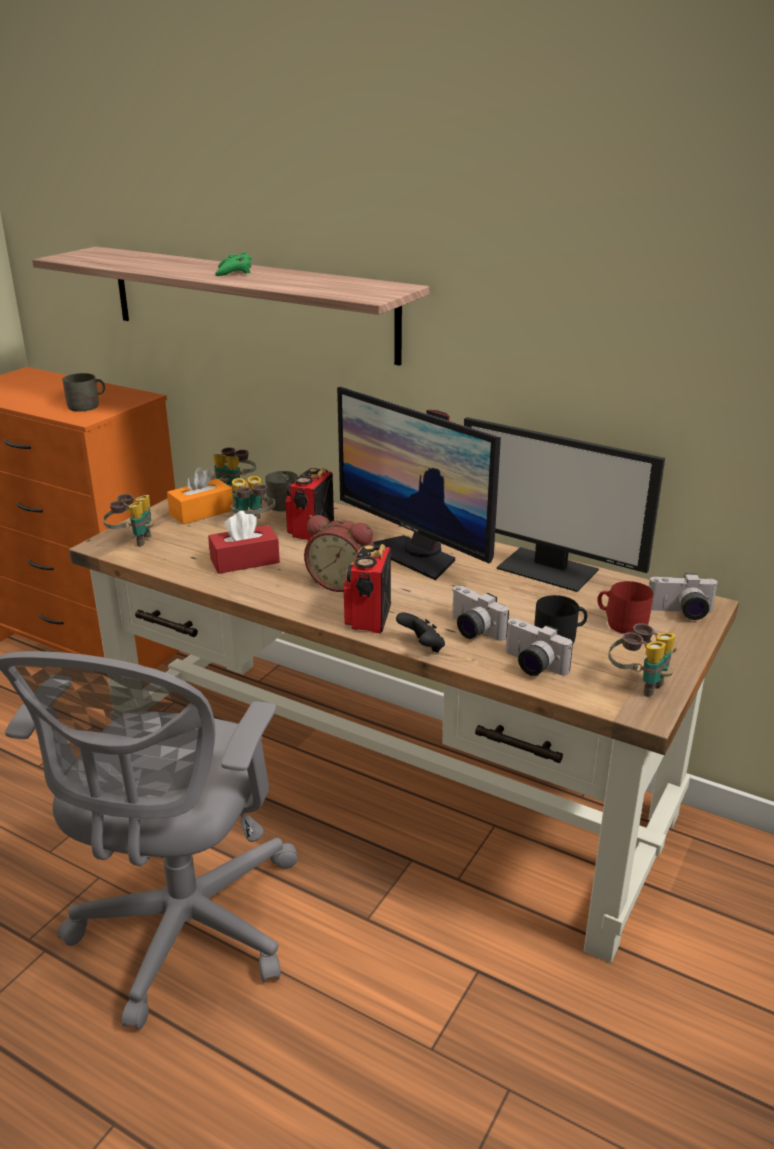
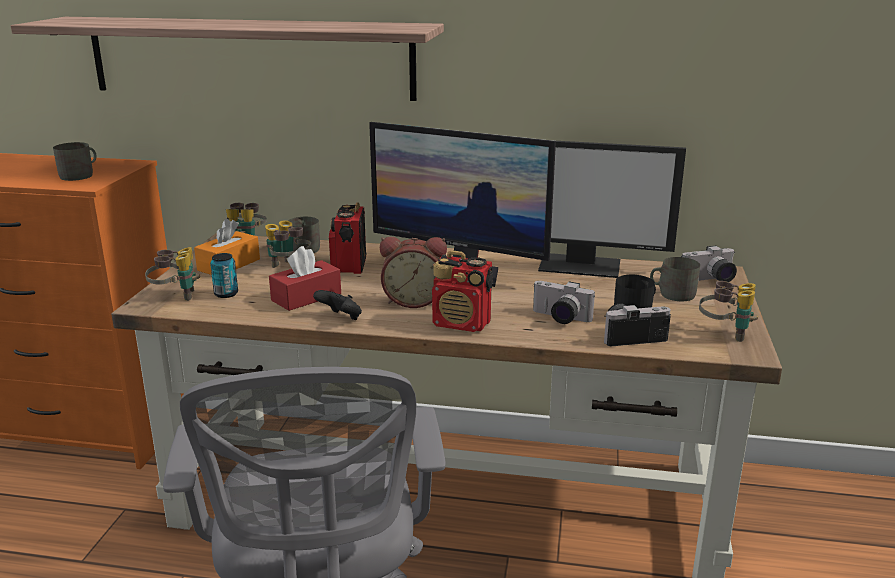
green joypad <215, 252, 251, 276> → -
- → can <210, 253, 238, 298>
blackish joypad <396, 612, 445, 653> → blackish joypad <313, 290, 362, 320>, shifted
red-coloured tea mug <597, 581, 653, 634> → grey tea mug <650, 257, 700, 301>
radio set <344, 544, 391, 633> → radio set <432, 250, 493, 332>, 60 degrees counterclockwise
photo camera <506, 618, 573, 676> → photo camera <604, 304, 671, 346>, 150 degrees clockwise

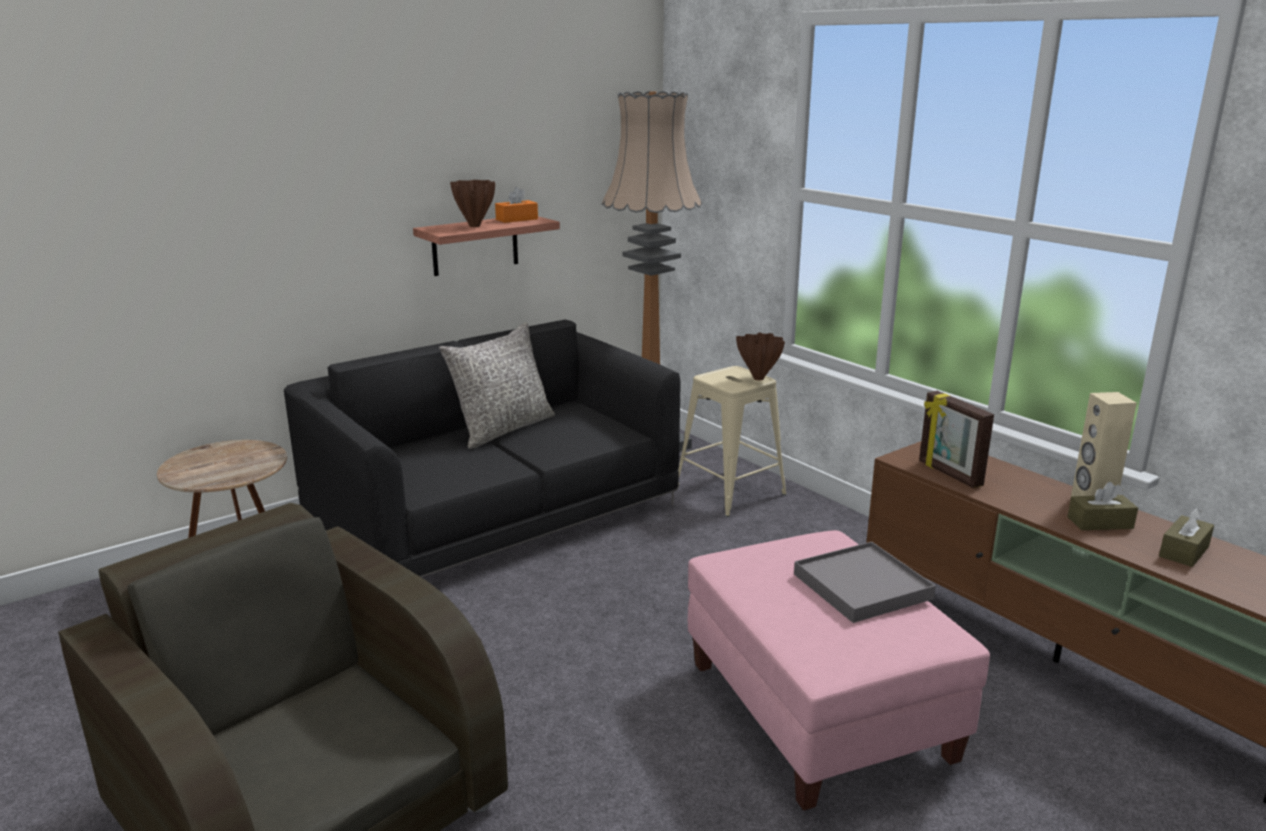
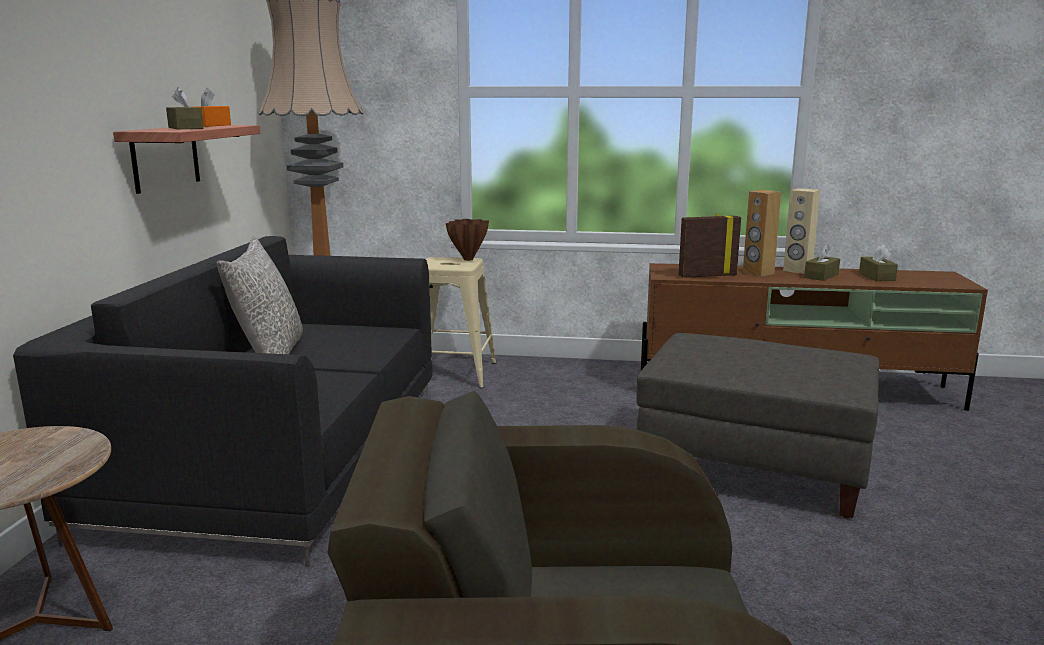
grey carrying tray <794, 542, 936, 623> → -
- → brown speaker <743, 190, 781, 277>
brown flower vase <450, 180, 495, 227> → brown tissue box <166, 87, 203, 129>
pink footrest <688, 530, 990, 811> → grey footrest <636, 333, 879, 519>
picture frame <919, 391, 994, 488> → picture frame <678, 214, 741, 278>, 150 degrees clockwise

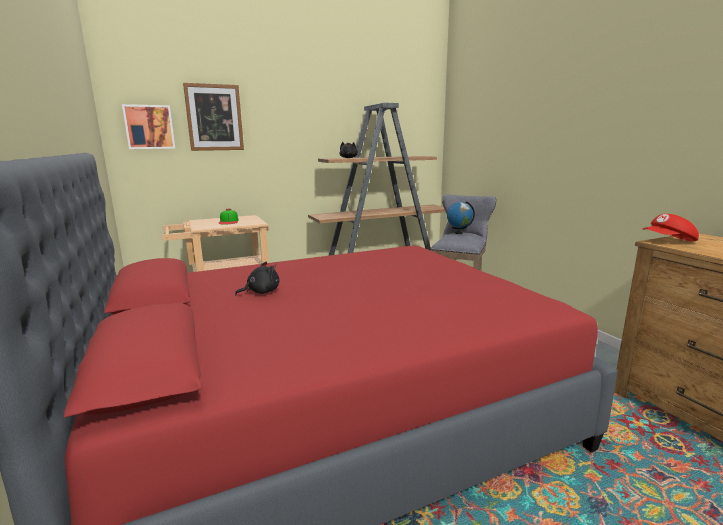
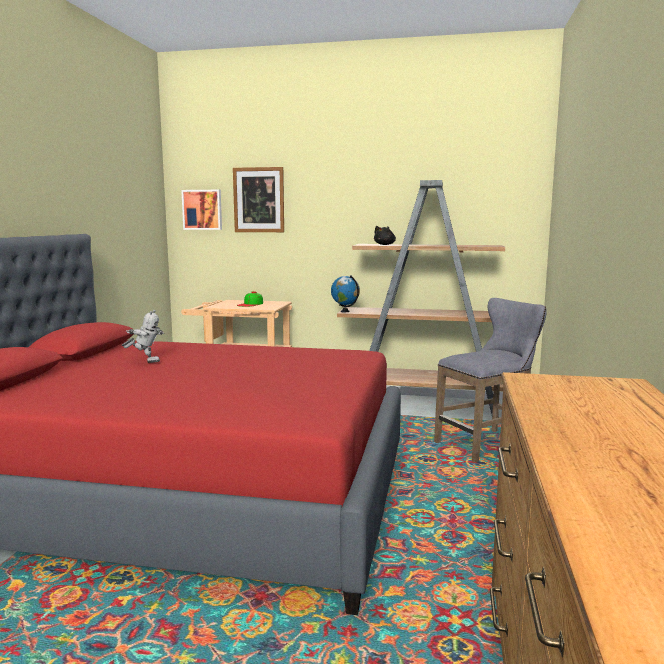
red-coloured peaked cap <642, 214, 699, 241> → -
world globe <447, 201, 475, 234> → world globe <331, 275, 360, 312>, shifted
blackish cuddly toy <235, 261, 279, 295> → model robot <122, 310, 164, 363>

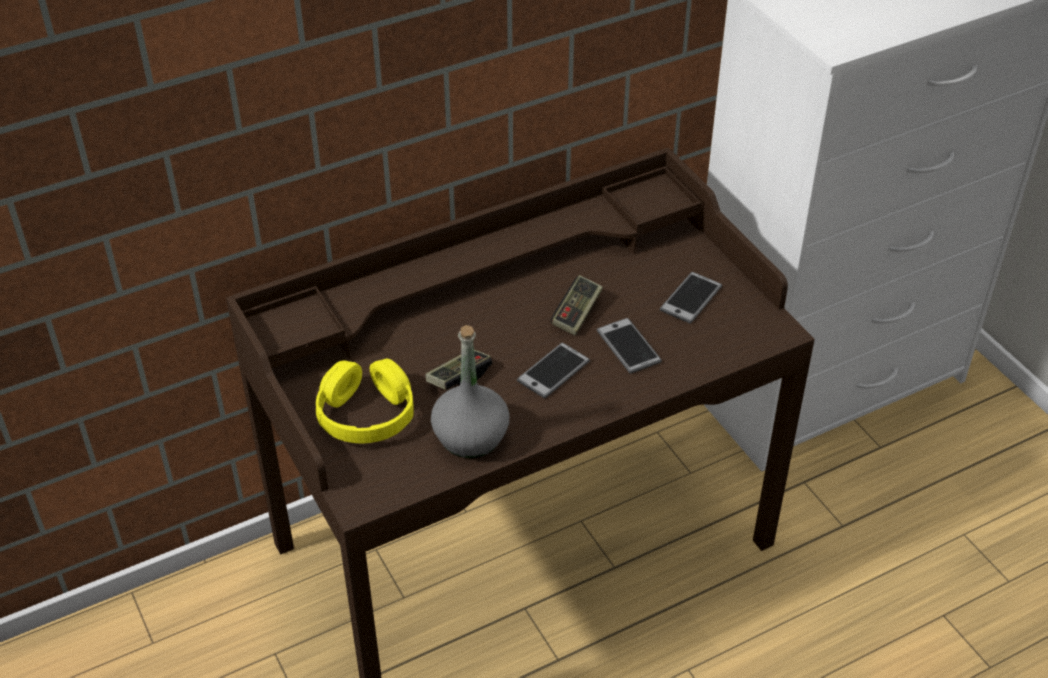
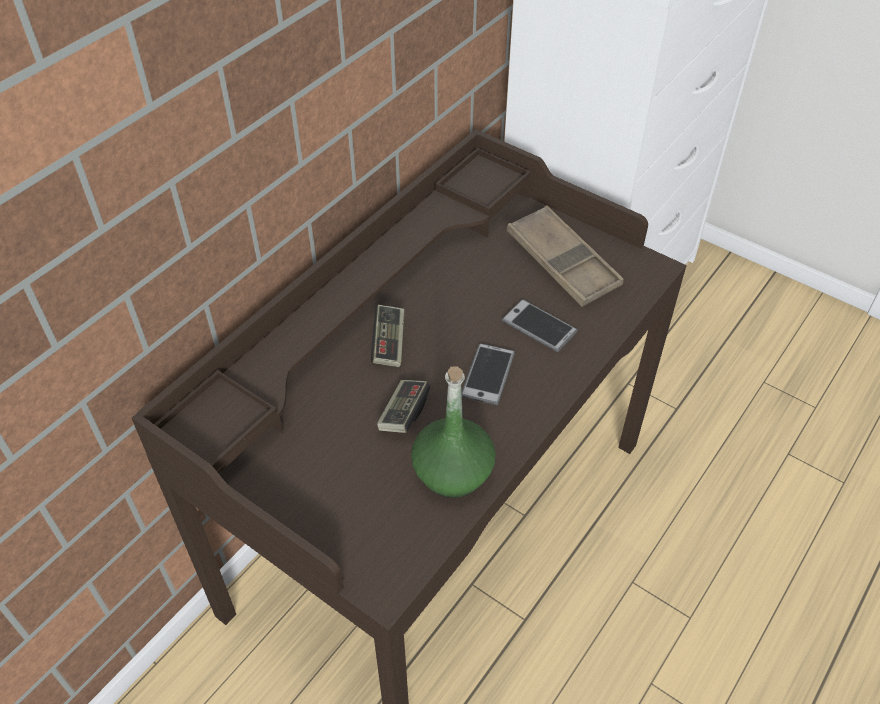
yellowish headphones <316, 359, 414, 443> → -
joypad <551, 275, 603, 336> → joypad <371, 305, 405, 367>, shifted
handset <660, 272, 722, 324> → brown carrying tray <507, 205, 624, 307>
grey drink bottle <431, 325, 510, 458> → green drink bottle <411, 366, 495, 498>

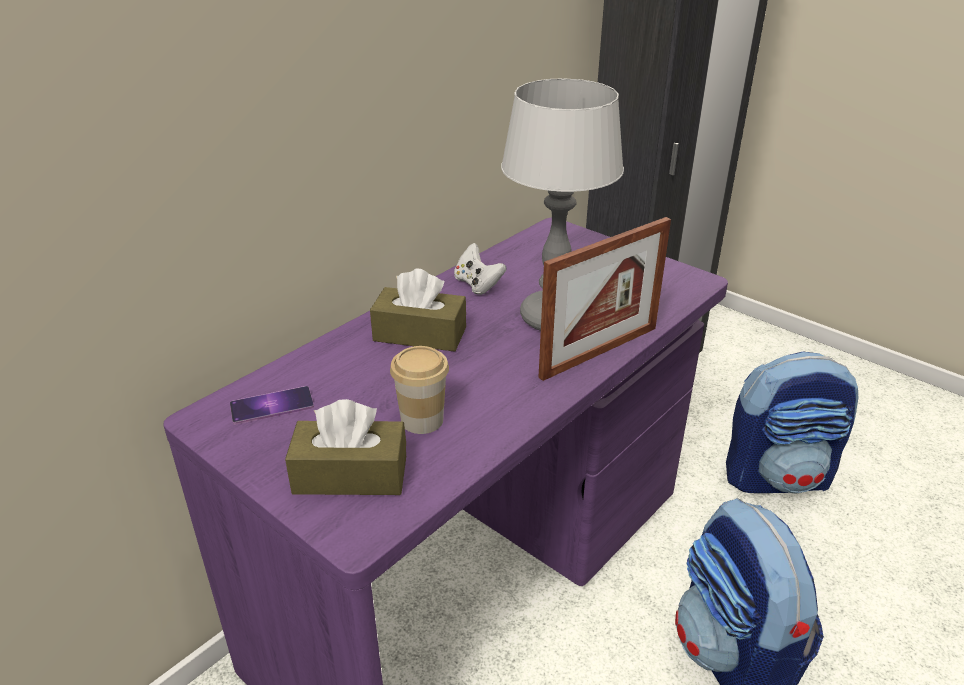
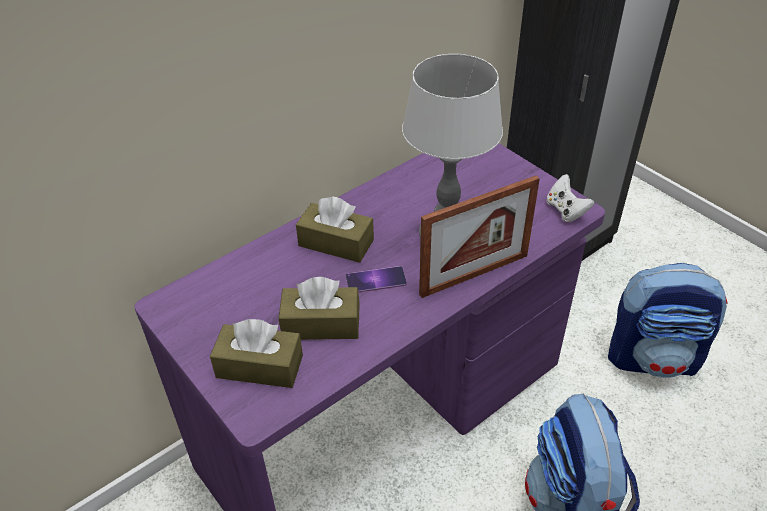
handset <230, 386, 314, 425> → handset <346, 266, 407, 293>, shifted
white-coloured joypad <454, 243, 506, 295> → white-coloured joypad <546, 174, 594, 222>, shifted
small cup <390, 346, 449, 434> → brown tissue box <279, 277, 360, 340>

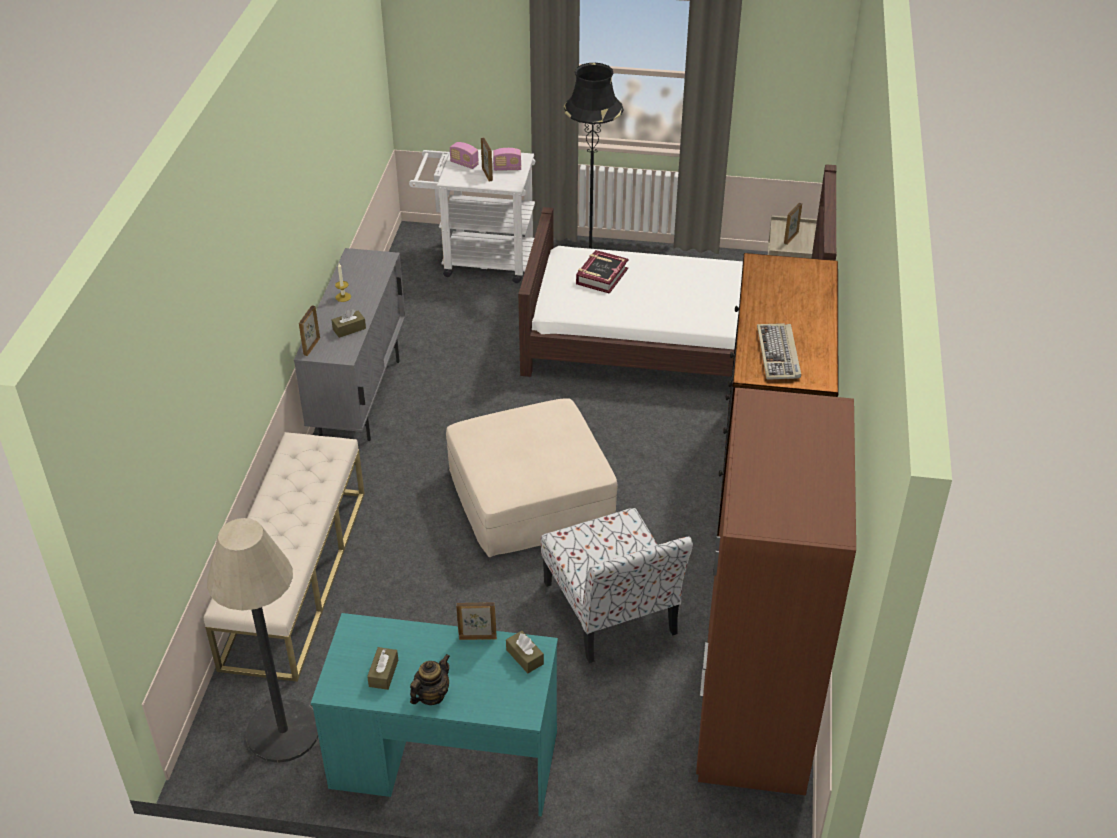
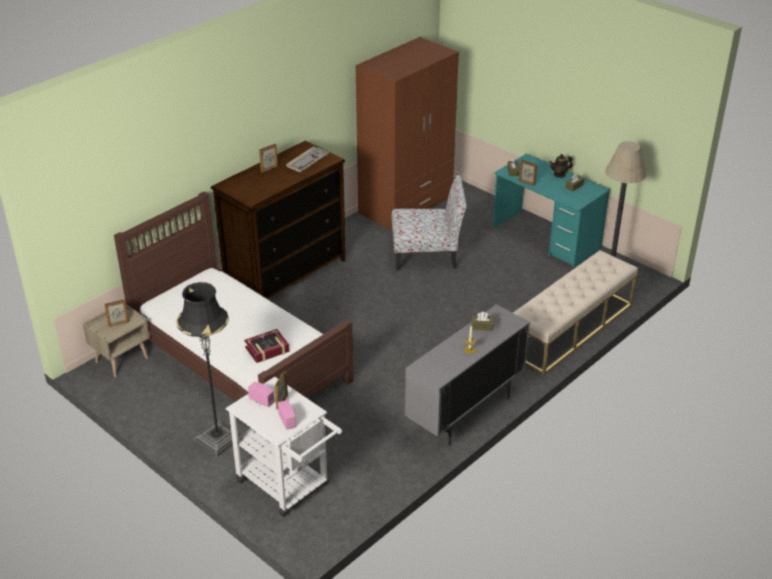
beige-coloured footrest <446, 398, 617, 557> → -
picture frame <299, 306, 320, 356> → picture frame <259, 144, 278, 173>, shifted
chair <541, 508, 693, 663> → chair <392, 175, 467, 270>, 75 degrees clockwise

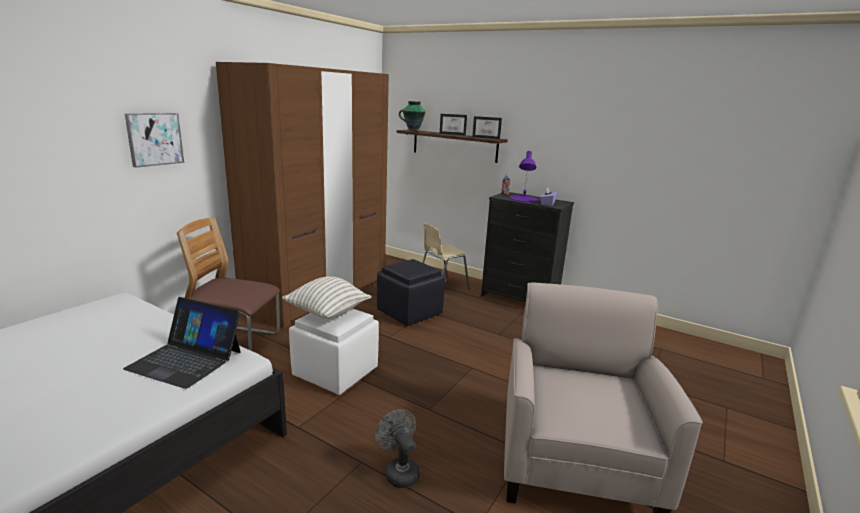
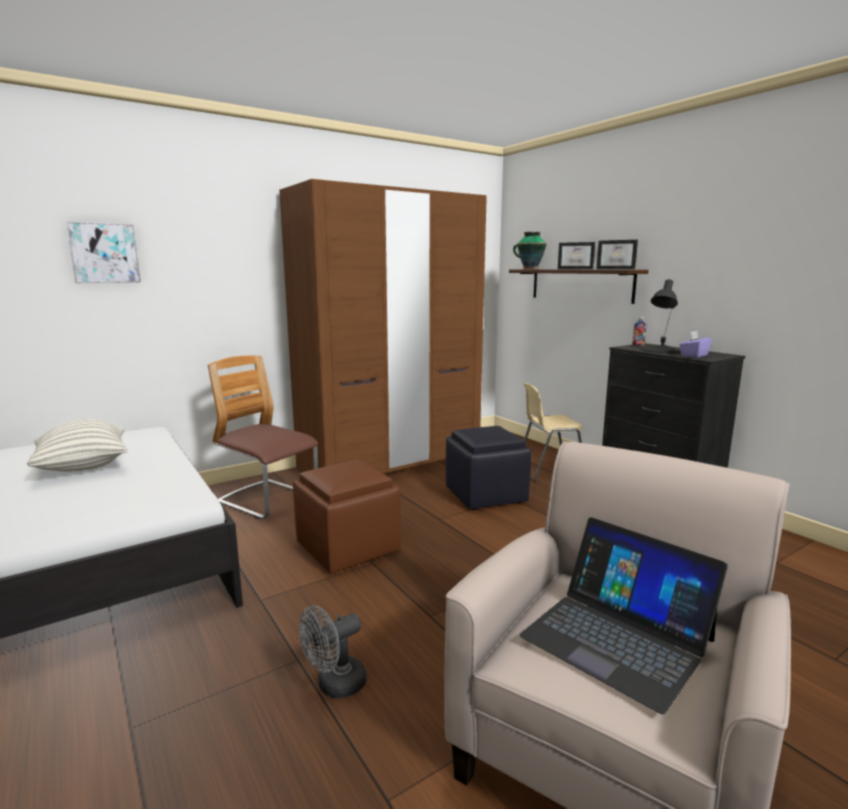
portable computer <123, 297, 241, 389> → portable computer <520, 517, 728, 714>, shifted
wall art <125, 113, 184, 167> → wall art <66, 222, 141, 283>, shifted
throw pillow <282, 276, 371, 319> → throw pillow <27, 419, 128, 471>, shifted
white-coloured footrest <289, 309, 379, 395> → brown footrest <293, 460, 401, 573>
purplish tabletop lamp <510, 151, 538, 202> → blackish tabletop lamp <640, 279, 681, 353>
grey fan <375, 409, 420, 488> → grey fan <299, 605, 367, 698>, 120 degrees counterclockwise

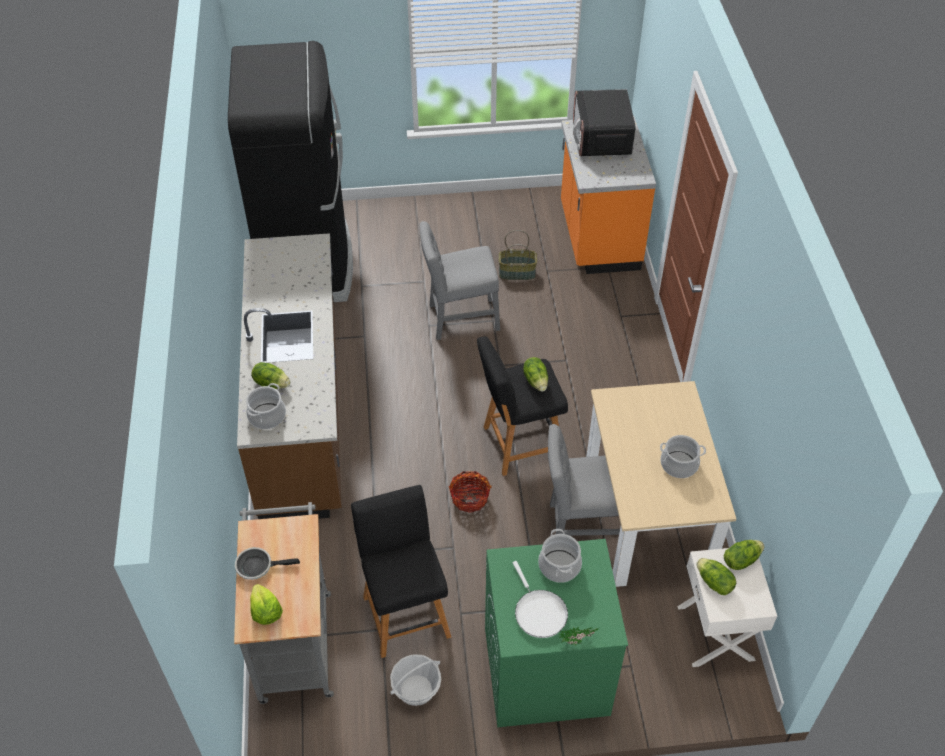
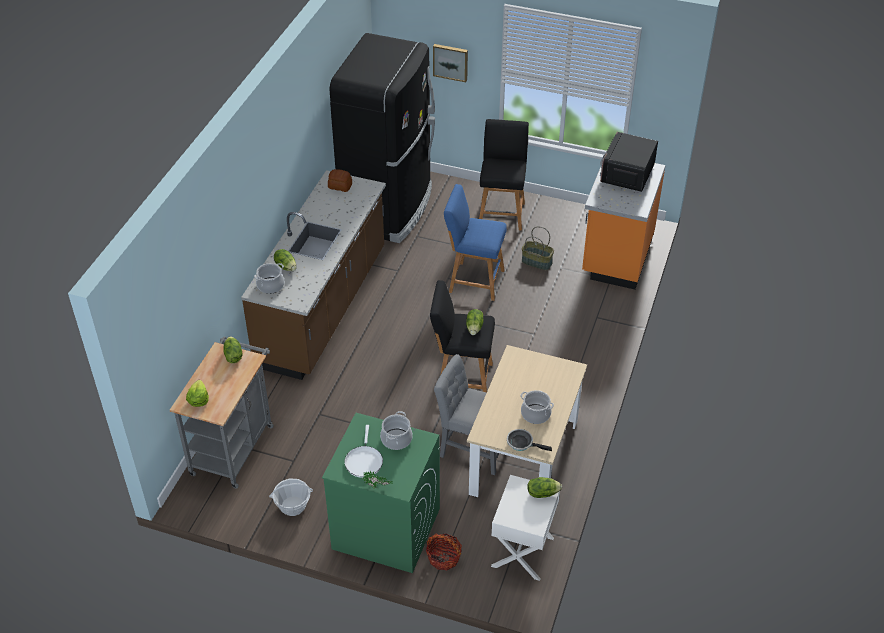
- → baked bread <328, 169, 352, 192>
- → wall art <433, 44, 468, 82>
skillet <235, 547, 300, 580> → skillet <507, 429, 552, 451>, shifted
blackish stool <351, 485, 451, 658> → blackish stool <479, 119, 529, 231>, shifted
basket <449, 471, 492, 513> → basket <426, 533, 462, 570>, shifted
lettuce head <696, 558, 736, 595> → lettuce head <224, 336, 242, 363>, shifted
grey chair <419, 221, 500, 340> → bluish stool <444, 184, 507, 301>

